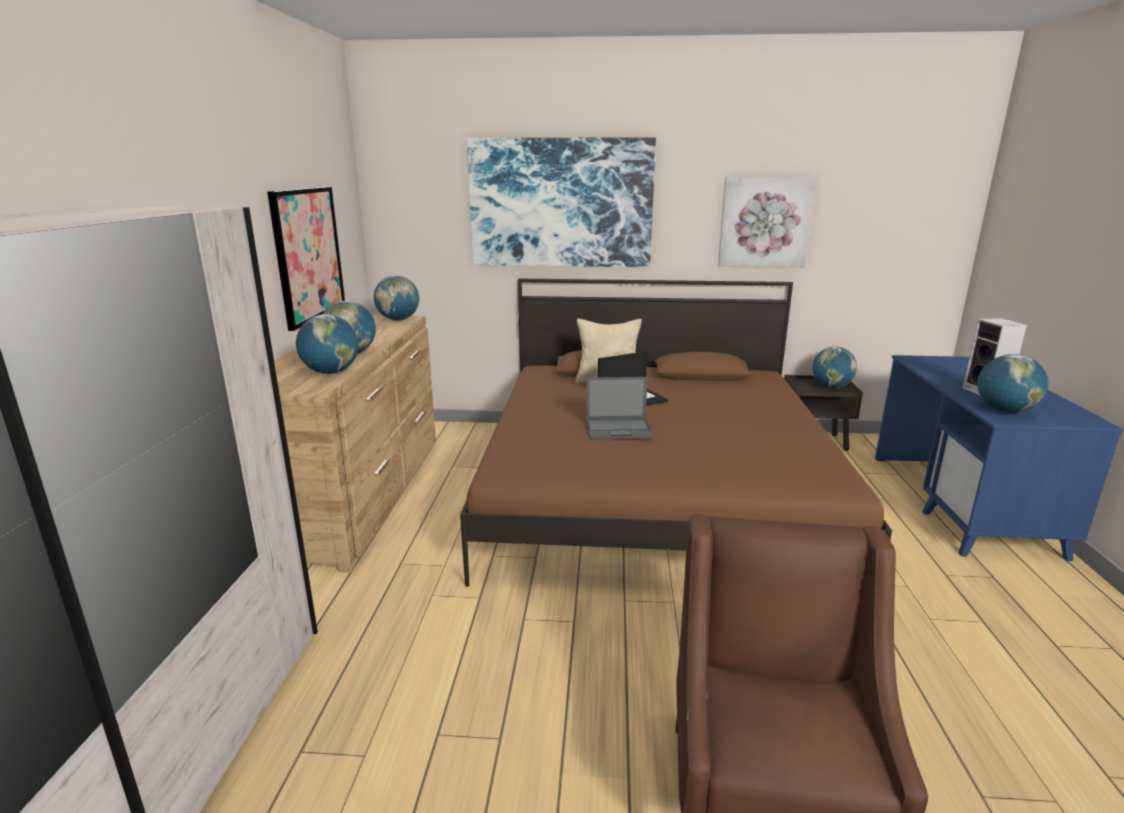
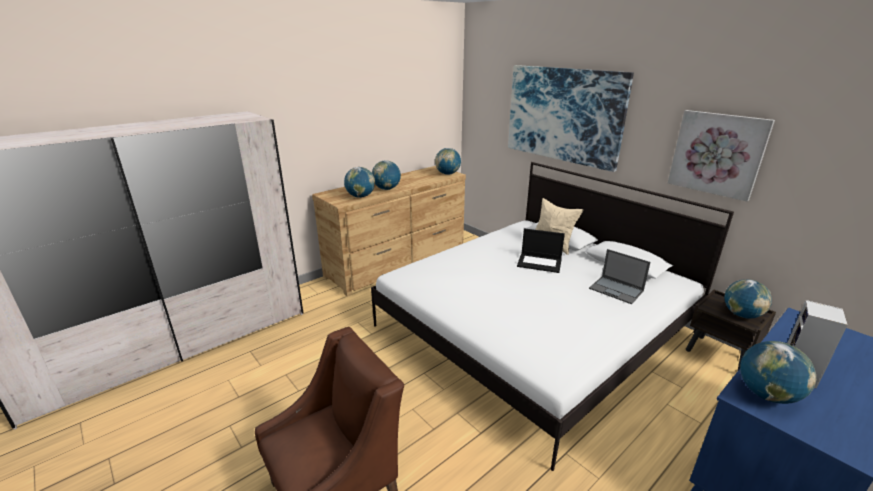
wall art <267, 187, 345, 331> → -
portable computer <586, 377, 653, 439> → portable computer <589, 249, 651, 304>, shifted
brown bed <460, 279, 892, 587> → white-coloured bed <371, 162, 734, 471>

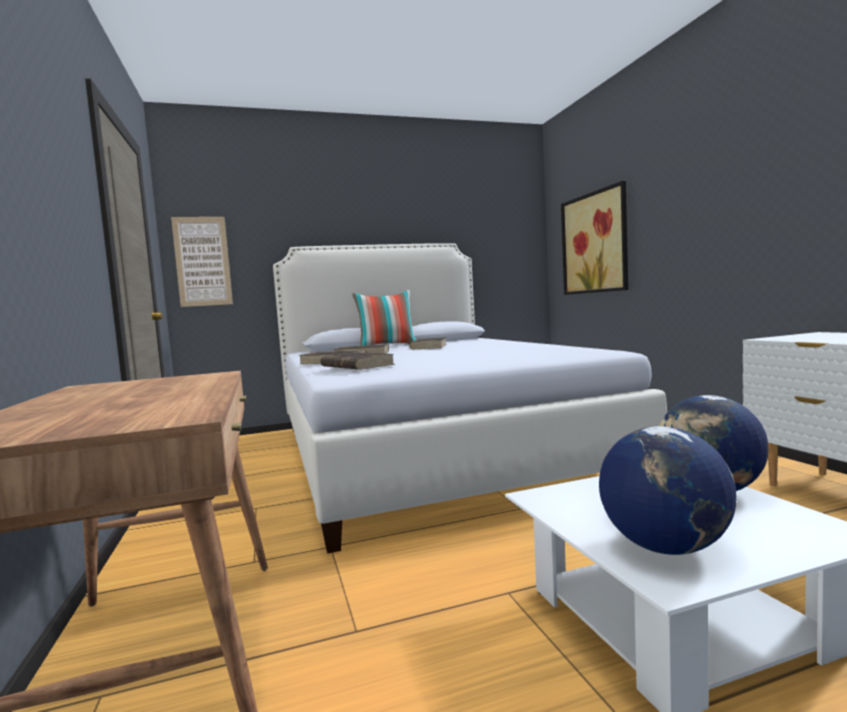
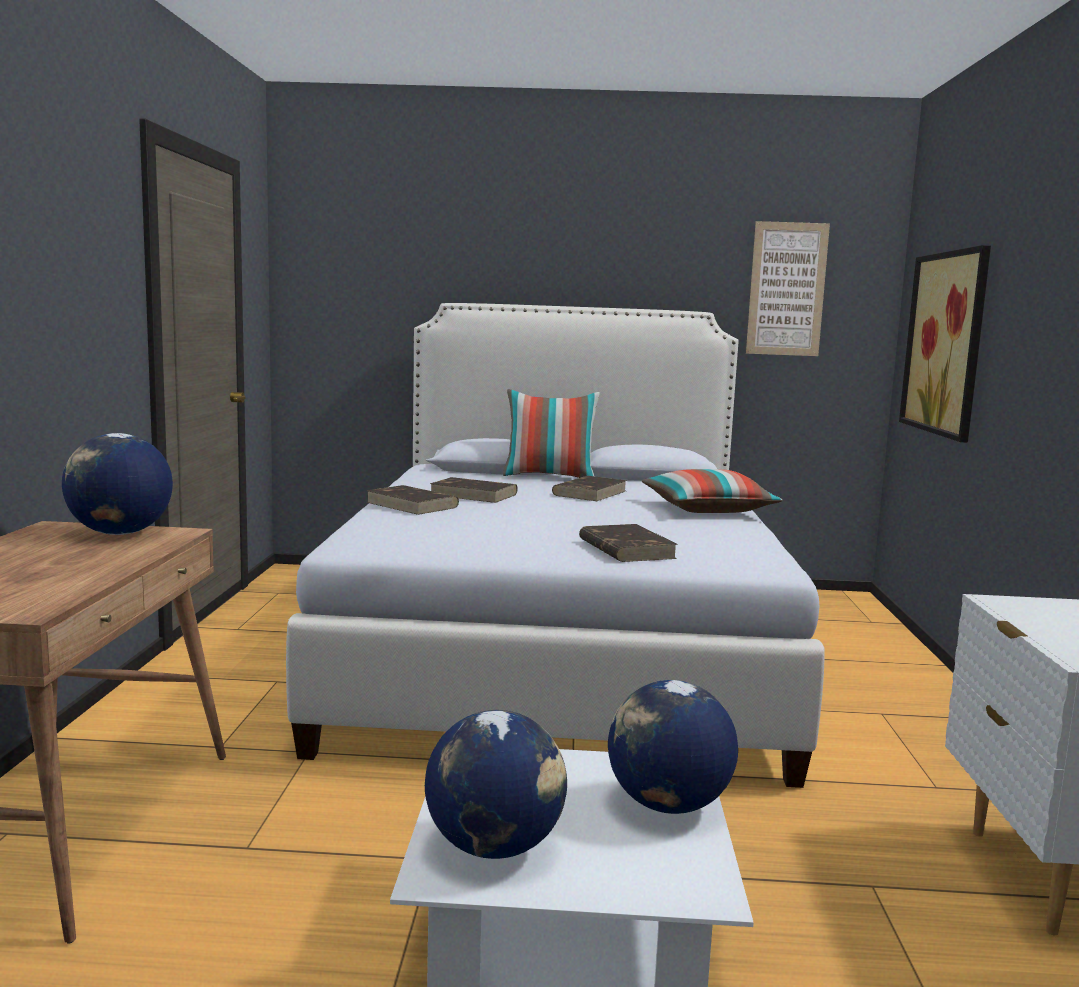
- → world globe <62, 433, 173, 535>
- → throw pillow <642, 469, 782, 513>
wall art <171, 217, 233, 307> → wall art <746, 221, 830, 356>, shifted
brown bound book <320, 352, 395, 370> → brown bound book <579, 524, 678, 562>, shifted

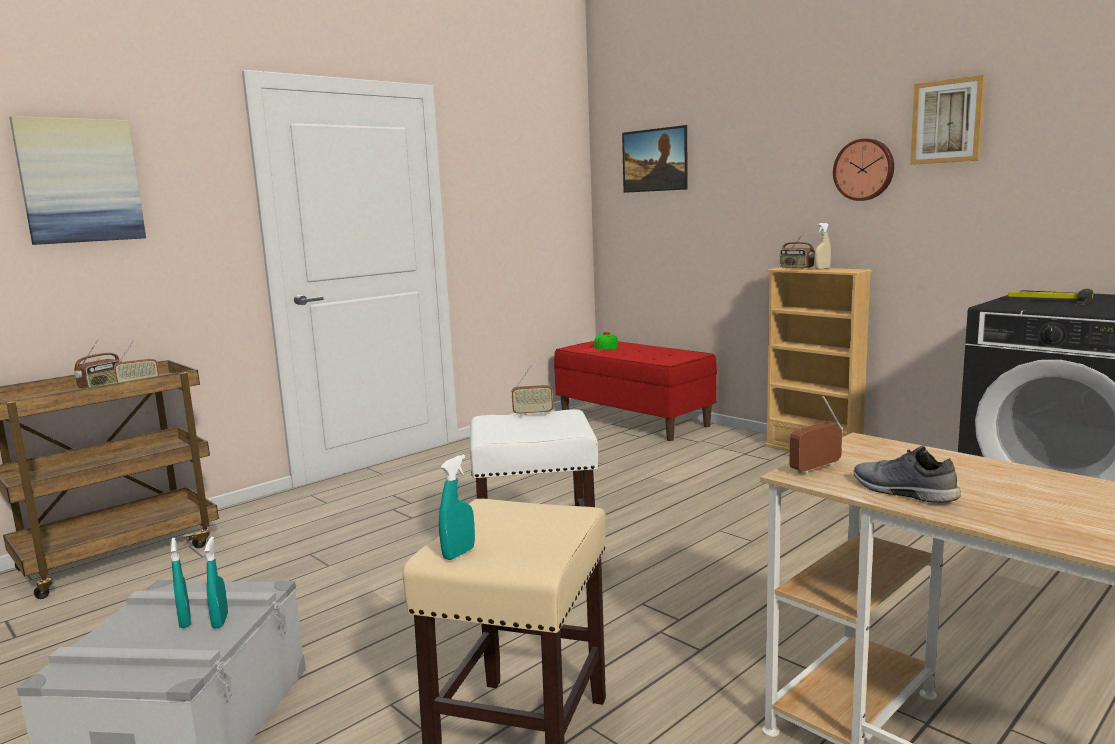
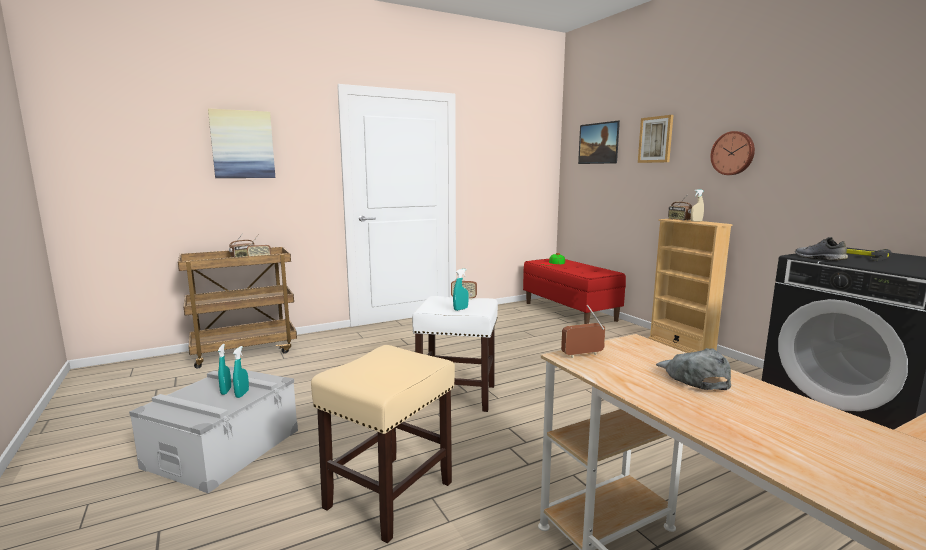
- → grey peaked cap <656, 348, 731, 390>
blue-green spray bottle <439, 455, 475, 560> → blue-green spray bottle <453, 269, 469, 311>, shifted
grey item of footwear <853, 446, 961, 503> → grey item of footwear <795, 237, 848, 260>, shifted
wall art <910, 75, 986, 165> → wall art <638, 115, 673, 163>, shifted

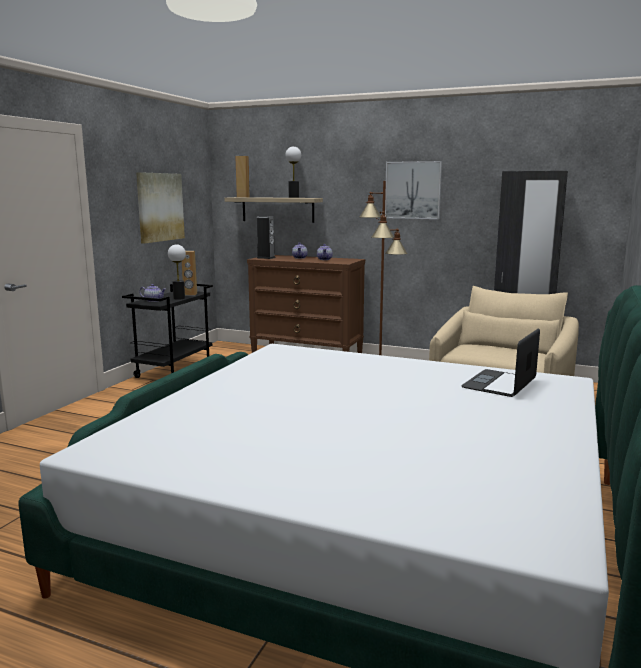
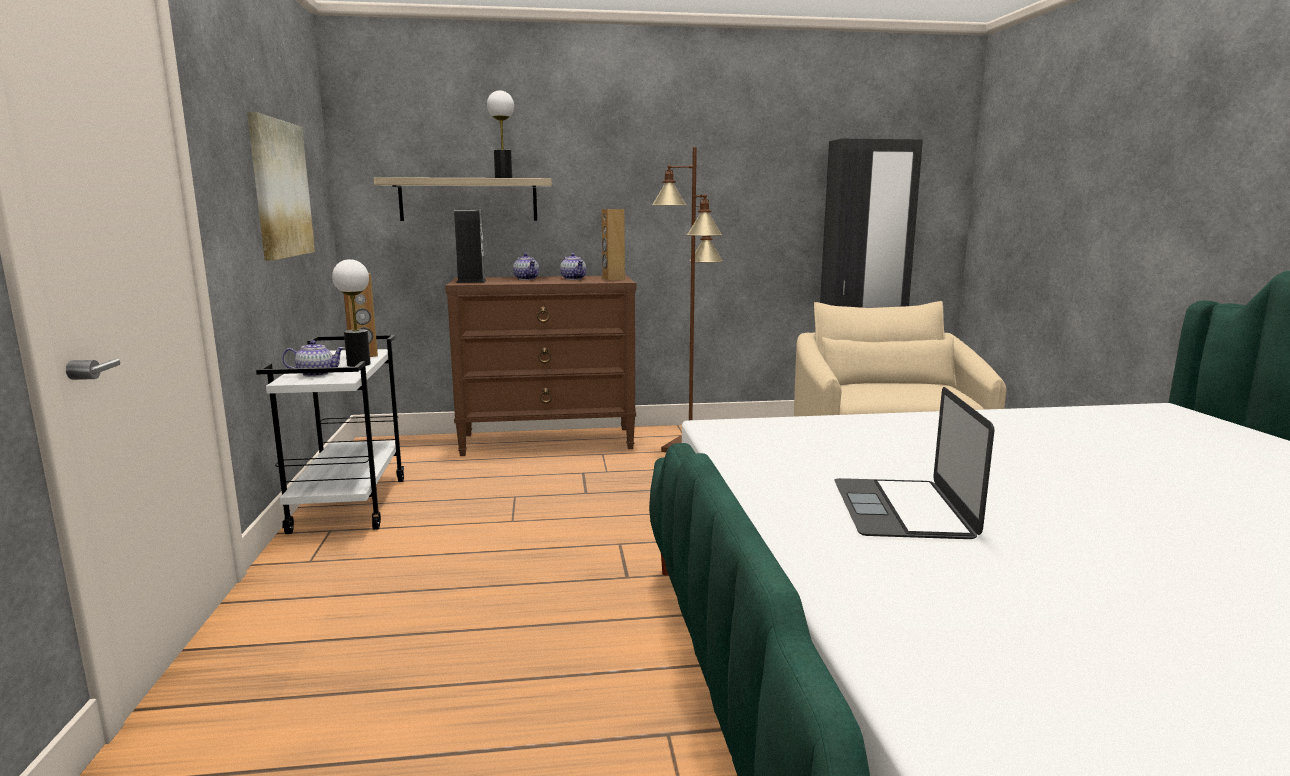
wall art <385, 161, 442, 219> → -
brown speaker <235, 156, 250, 198> → brown speaker <602, 209, 625, 281>, shifted
portable computer <461, 329, 540, 397> → portable computer <834, 387, 994, 539>, shifted
blackish trolley <122, 284, 213, 378> → white-coloured trolley <256, 335, 404, 534>

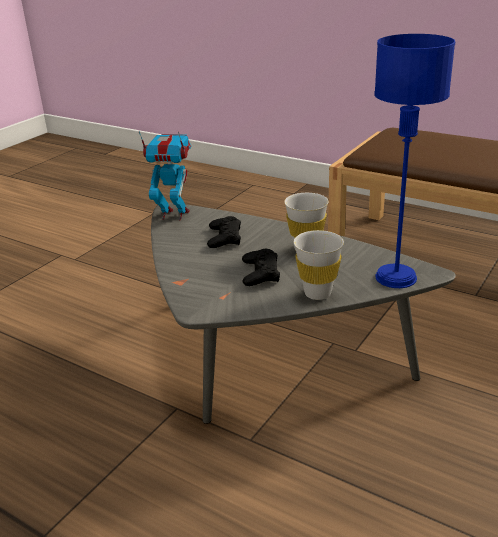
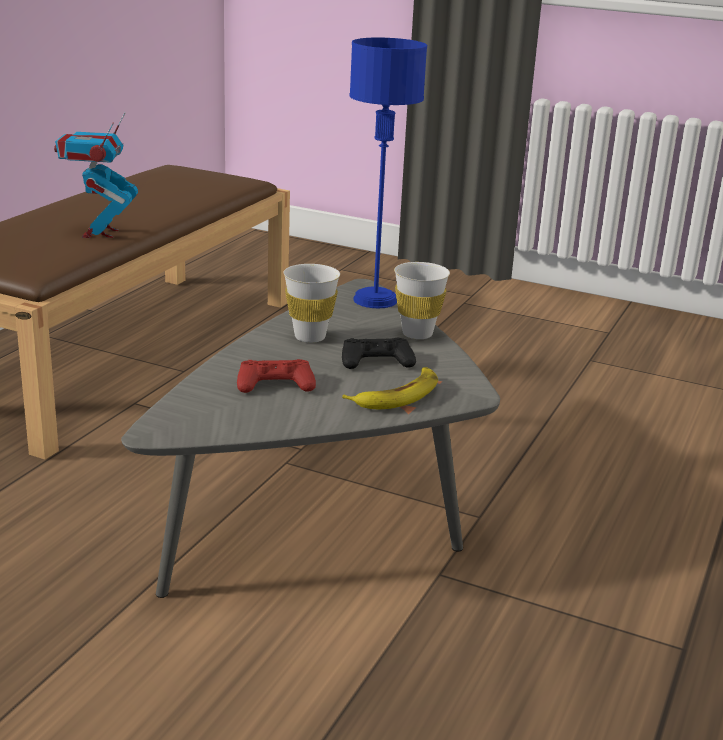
- → banana <342, 367, 438, 409>
model robot <139, 131, 191, 220> → model robot <54, 113, 138, 238>, shifted
blackish joypad <207, 216, 241, 248> → red-coloured joypad <237, 359, 316, 393>

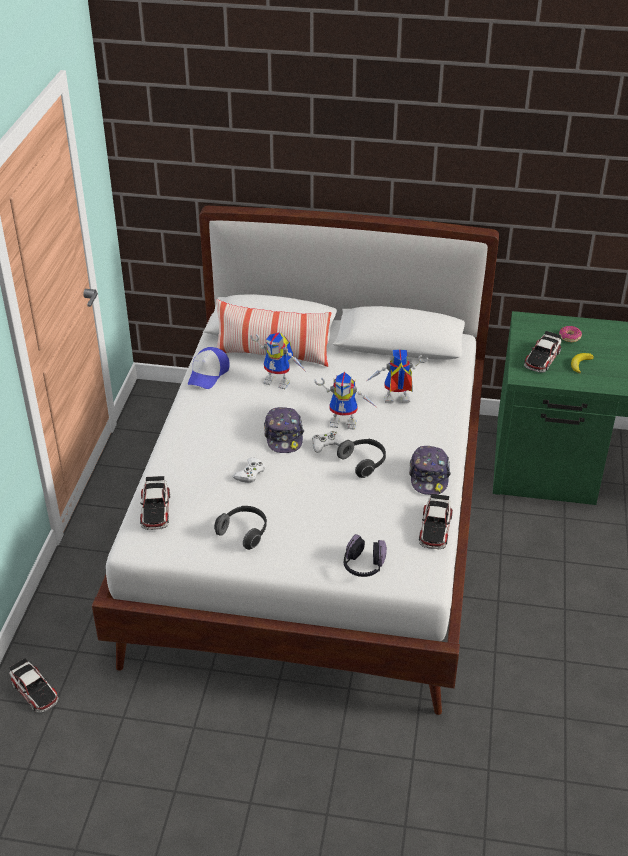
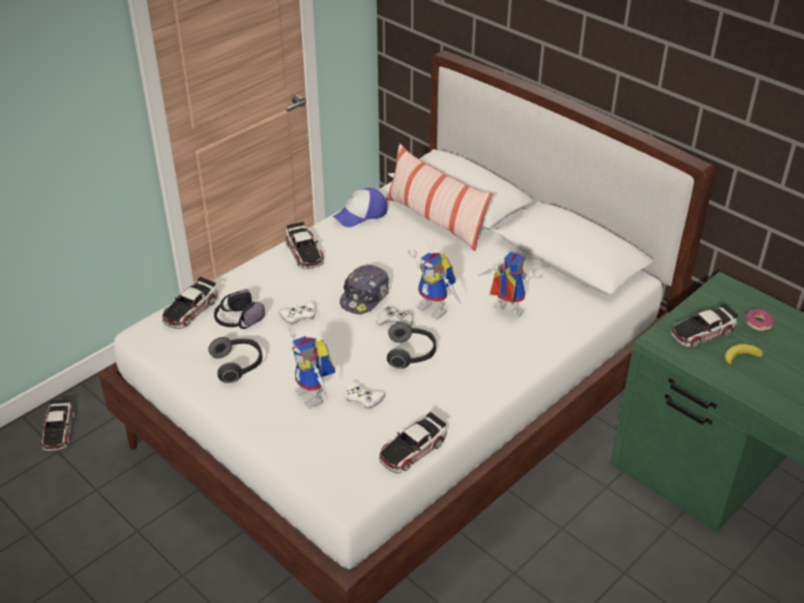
peaked cap <409, 446, 451, 495> → -
- → miniature car <285, 222, 324, 269>
- → white-coloured joypad <344, 381, 386, 409>
model robot <250, 332, 305, 389> → model robot <288, 327, 335, 409>, shifted
headphones <344, 534, 387, 577> → headphones <214, 289, 265, 329>, shifted

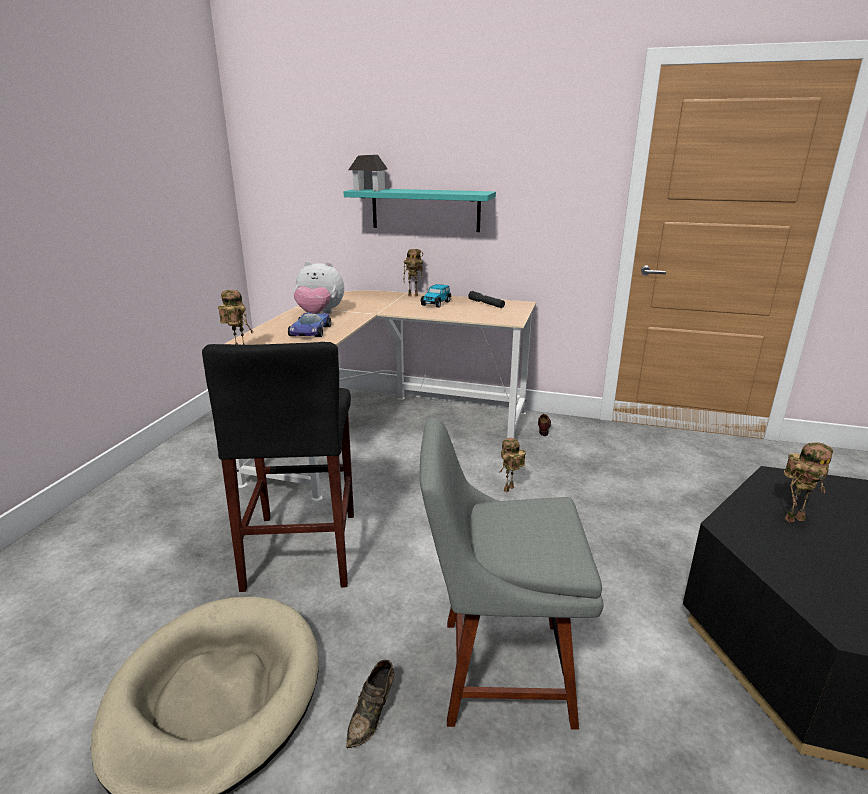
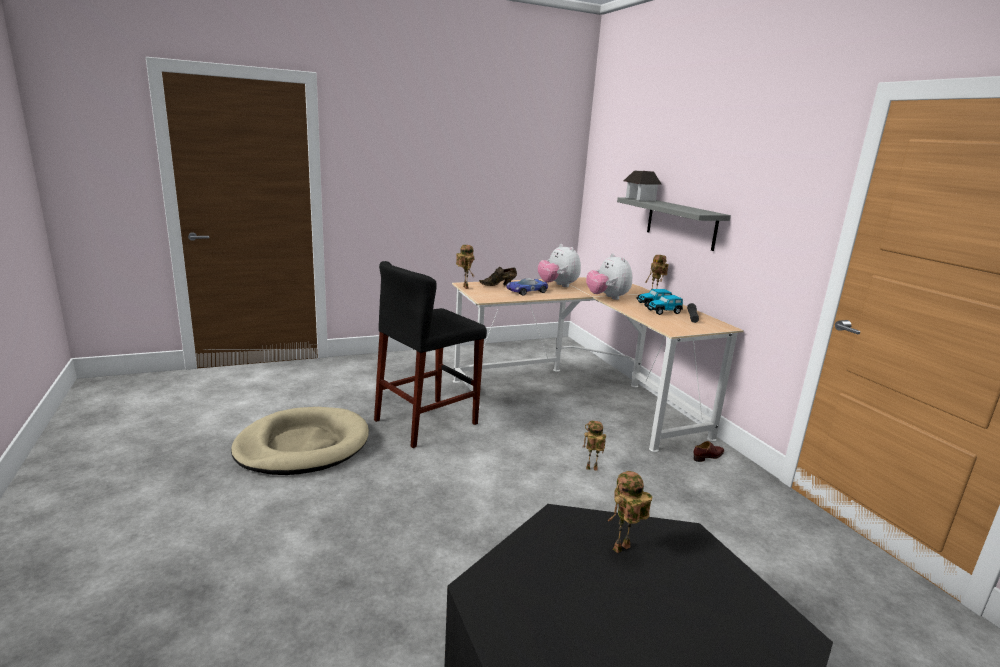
grey chair <420, 418, 604, 730> → -
- → cuddly toy <586, 254, 632, 300>
- → miniature car <646, 295, 683, 315>
brown item of footwear <346, 660, 394, 748> → brown item of footwear <479, 267, 517, 286>, shifted
blue-green shelf <343, 189, 496, 232> → grey shelf <617, 197, 731, 251>
model robot <784, 442, 833, 522> → model robot <608, 471, 652, 553>, 105 degrees clockwise

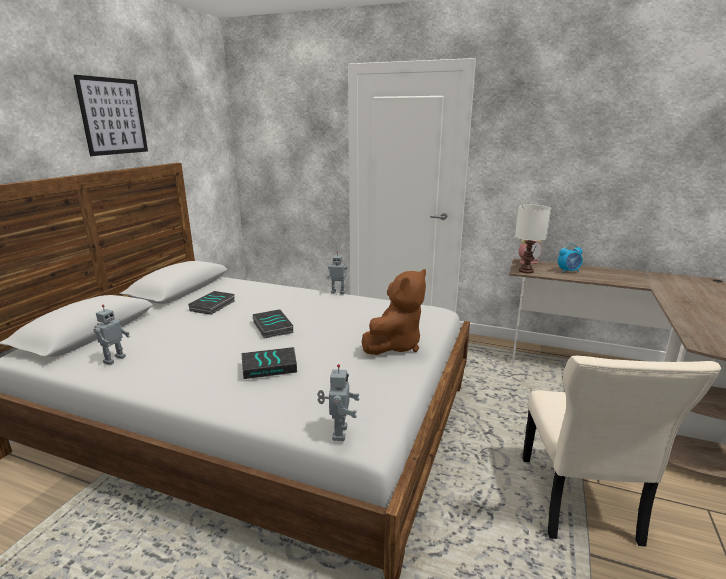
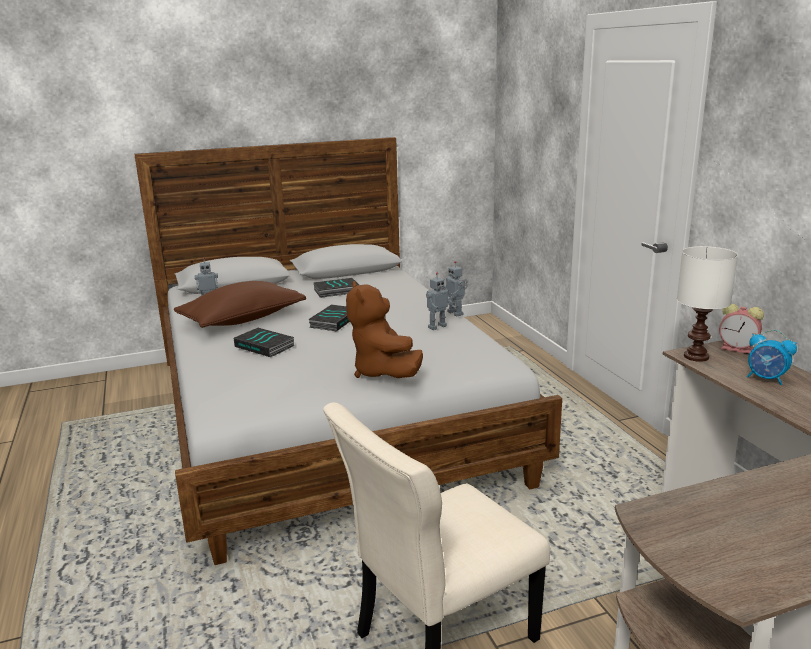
wall art <74, 75, 148, 156> → -
- → brown throw pillow <174, 281, 306, 328>
model robot <317, 364, 359, 441> → model robot <426, 272, 454, 330>, shifted
brown cuddly toy <362, 269, 426, 355> → brown cuddly toy <346, 281, 423, 378>, 75 degrees clockwise

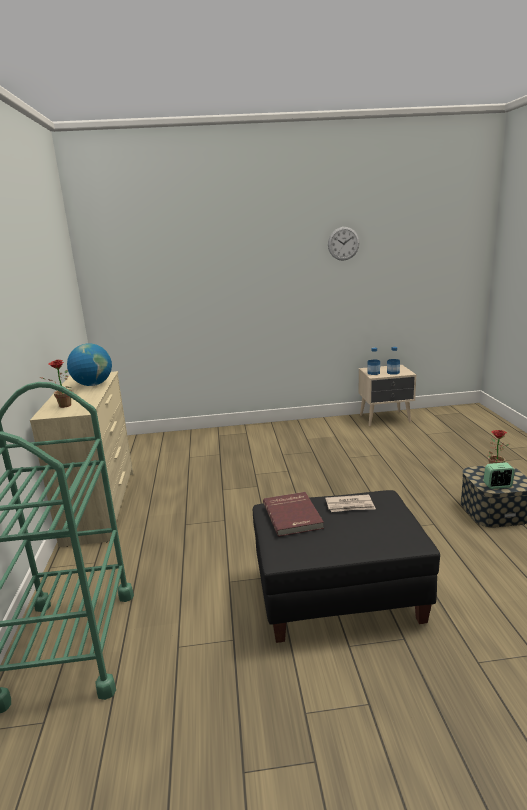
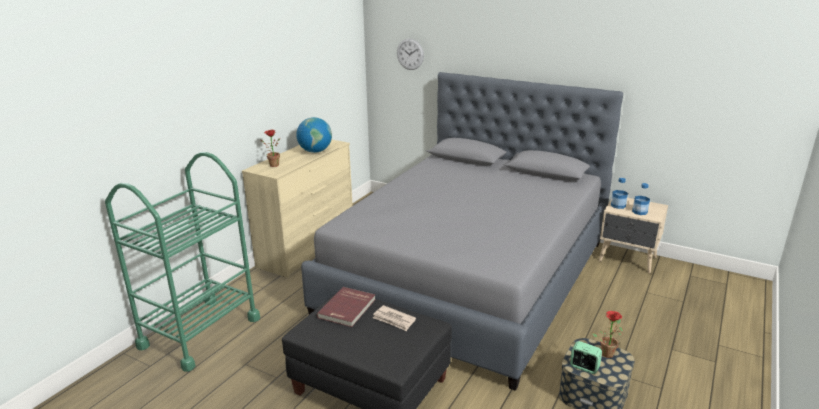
- → grey bed <301, 72, 623, 391>
clock on the wall <328, 227, 360, 261> → clock on the wall <397, 39, 424, 70>, shifted

